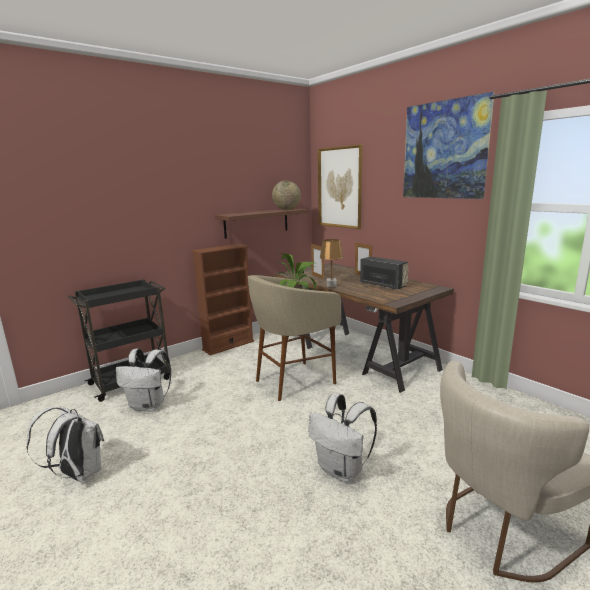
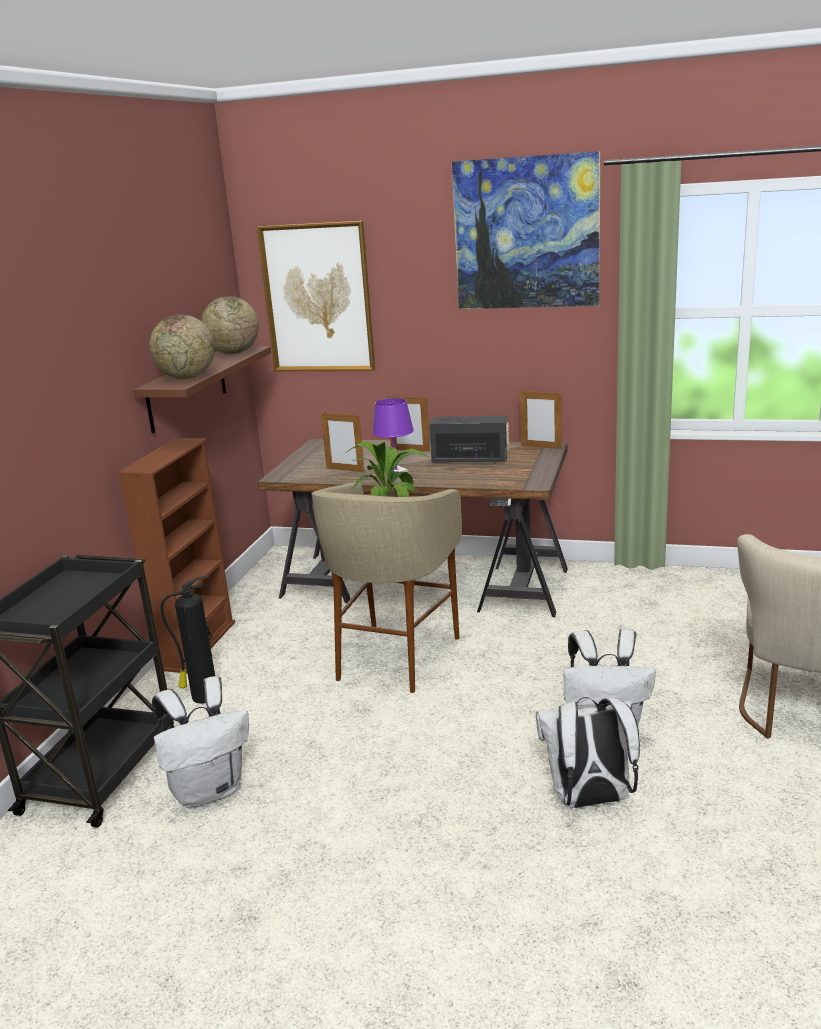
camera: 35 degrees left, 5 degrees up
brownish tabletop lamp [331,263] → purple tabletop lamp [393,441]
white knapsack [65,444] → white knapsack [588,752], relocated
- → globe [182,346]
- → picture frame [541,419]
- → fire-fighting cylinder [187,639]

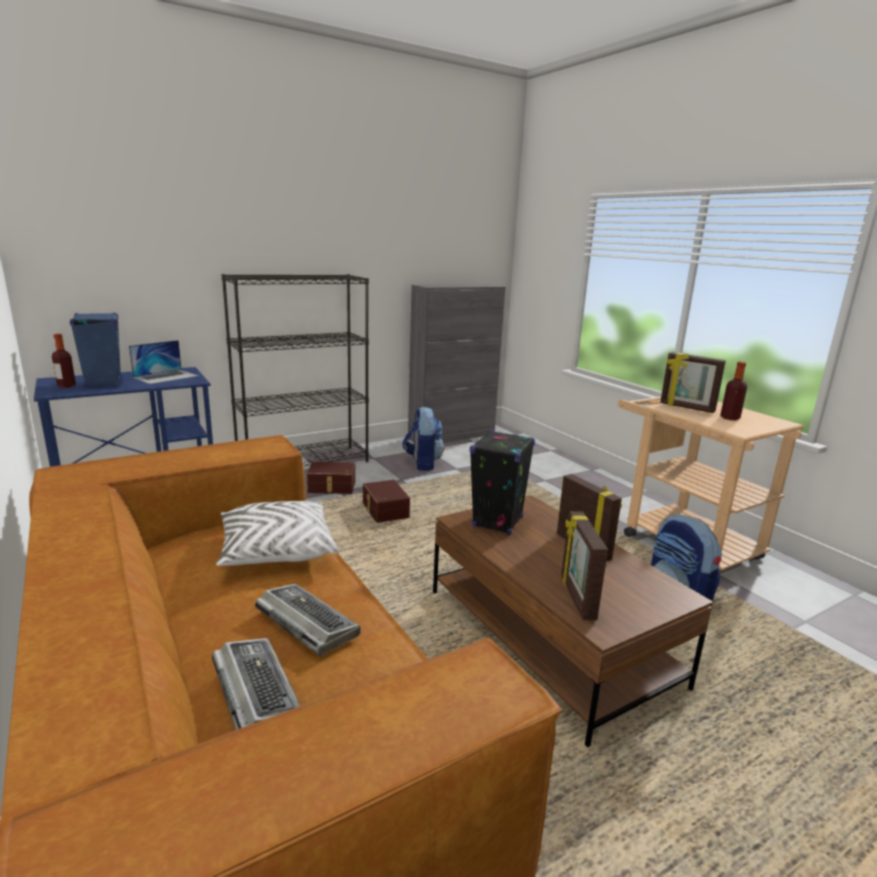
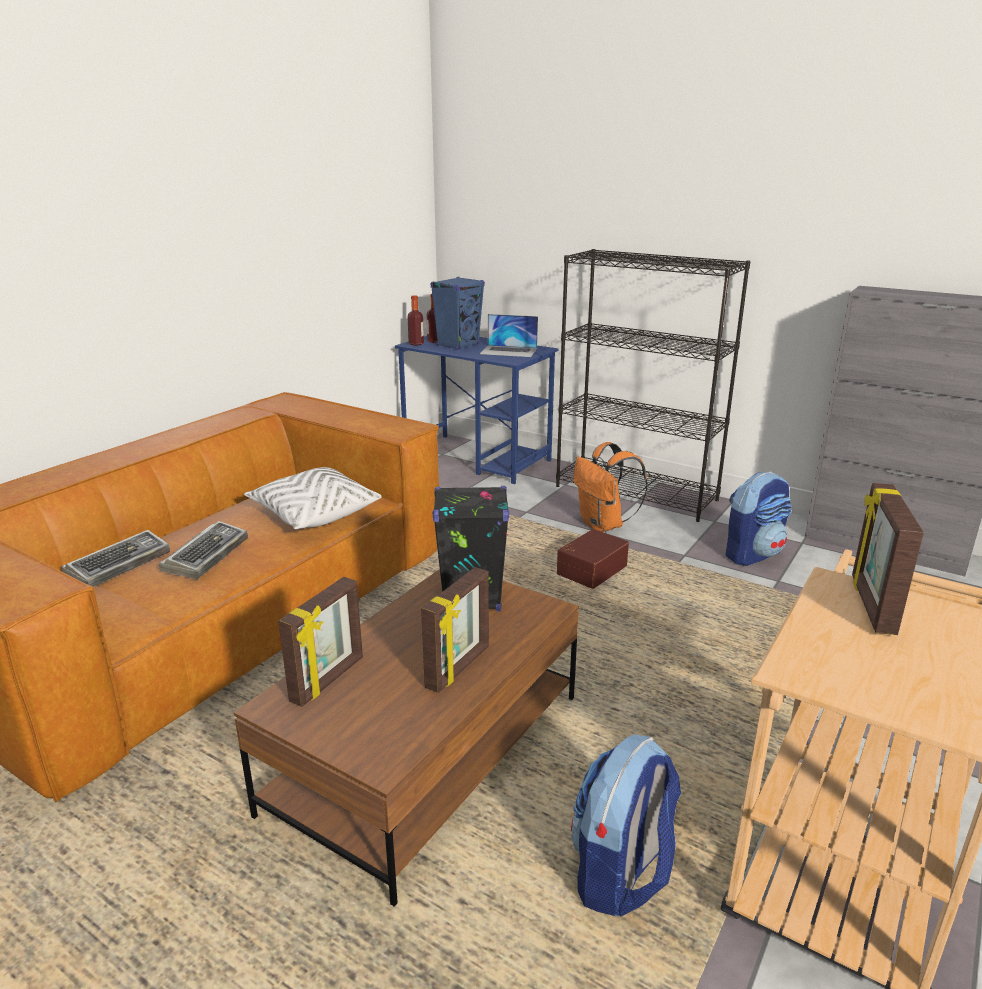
camera: 65 degrees right, 5 degrees up
beverage bottle [733,390] → beverage bottle [415,320], relocated
brownish storage container [331,478] → orange knapsack [610,487]
picture frame [584,565] → picture frame [320,642], 150 degrees clockwise

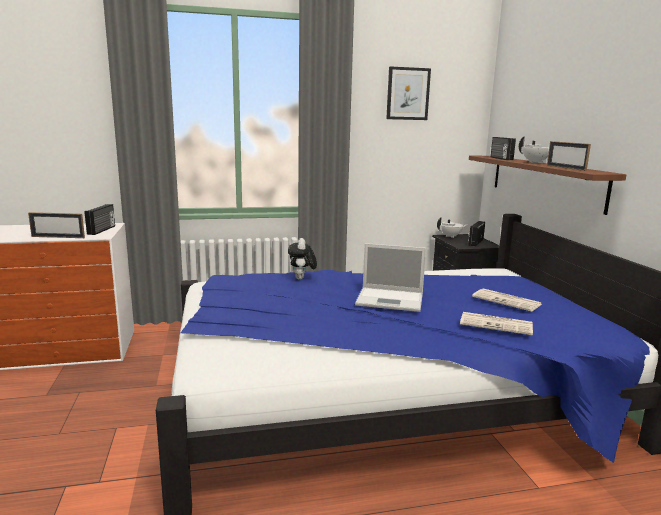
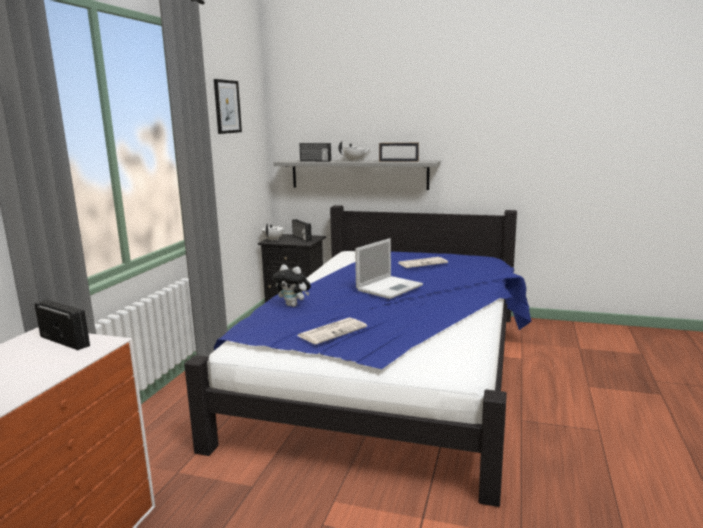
camera: 60 degrees left, 0 degrees up
brownish bracket shelf [547,185] → grey bracket shelf [357,175]
picture frame [56,225] → -
newspaper [496,323] → newspaper [332,330], relocated

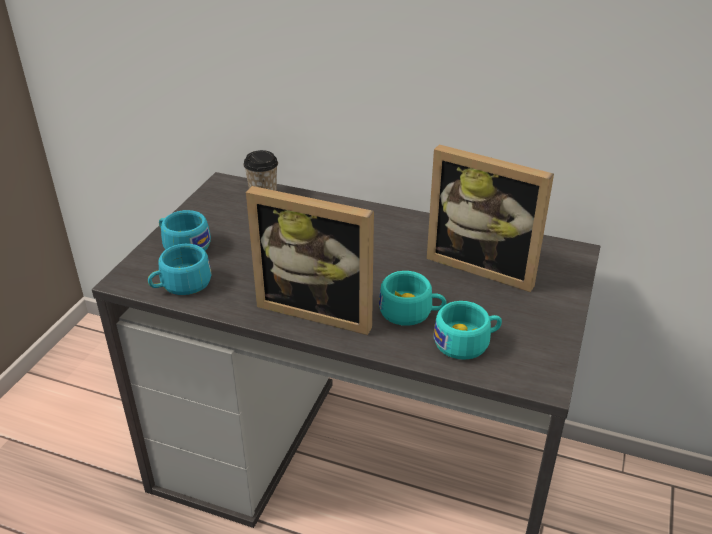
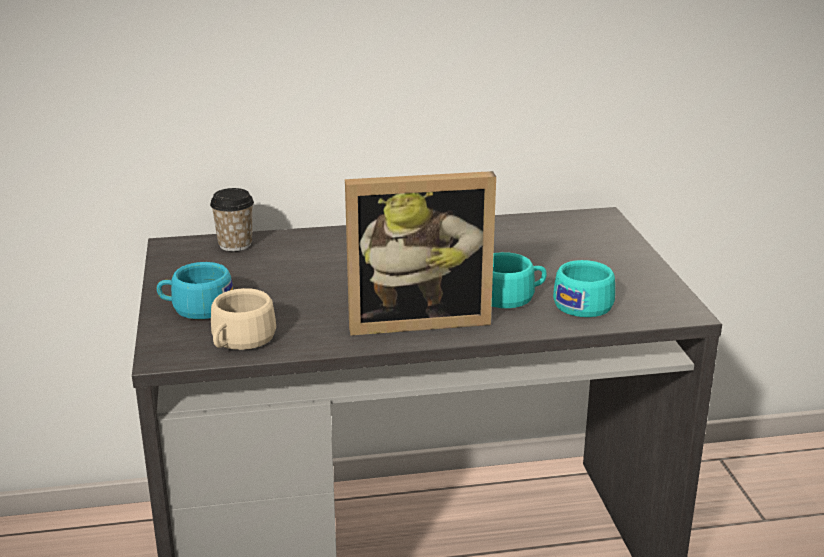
camera: 30 degrees left, 10 degrees down
picture frame [490,218] → -
turquoise cup [180,269] → beige cup [243,319]

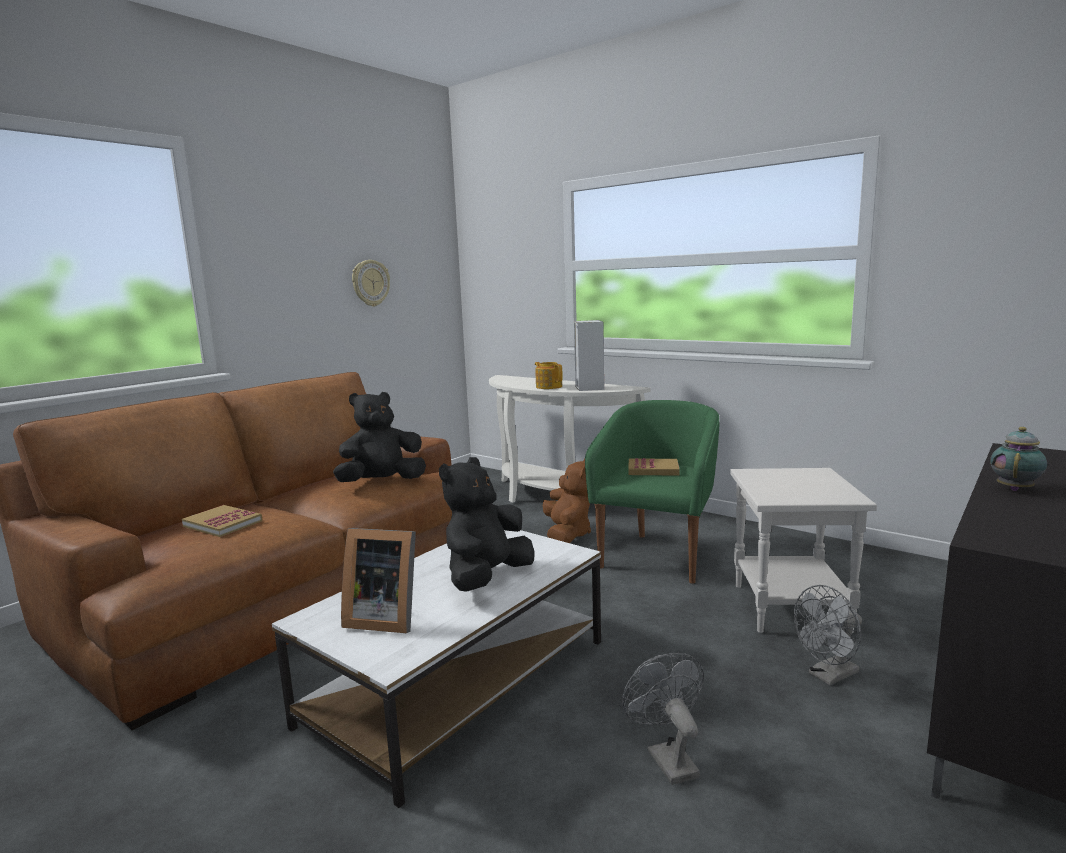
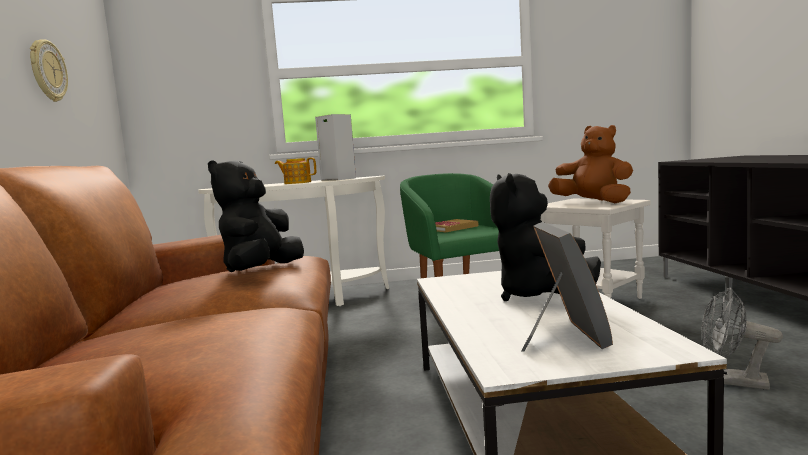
camera: 45 degrees left, 5 degrees down
teapot [1018,459] → -
brownish cuddly toy [567,500] → brownish cuddly toy [590,164], relocated
volume [222,521] → -
picture frame [378,580] → picture frame [567,287], 60 degrees counterclockwise
grey electric fan [828,635] → -

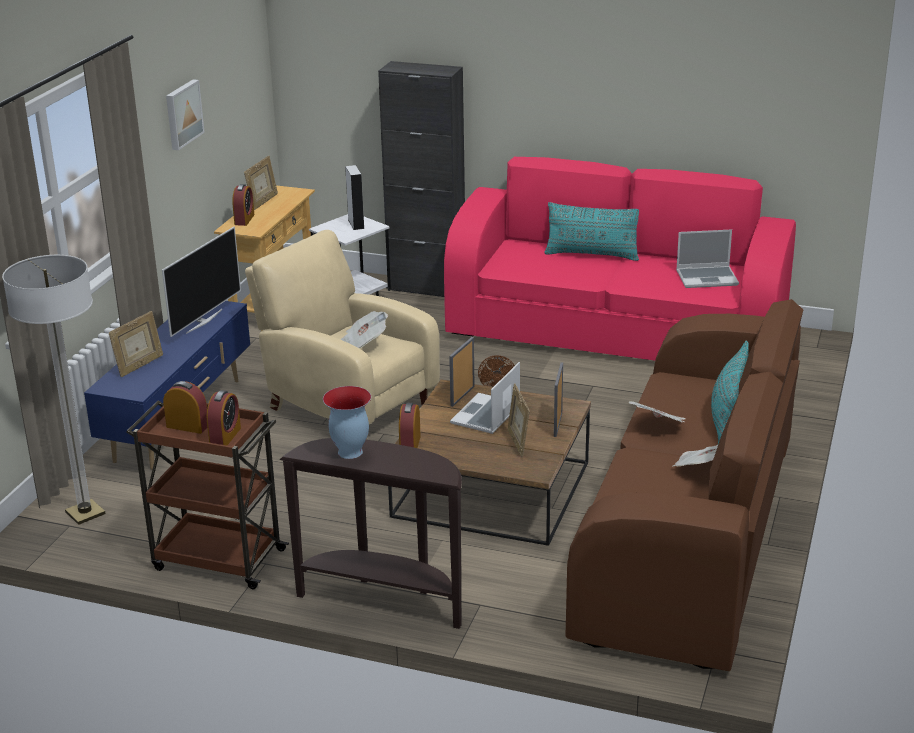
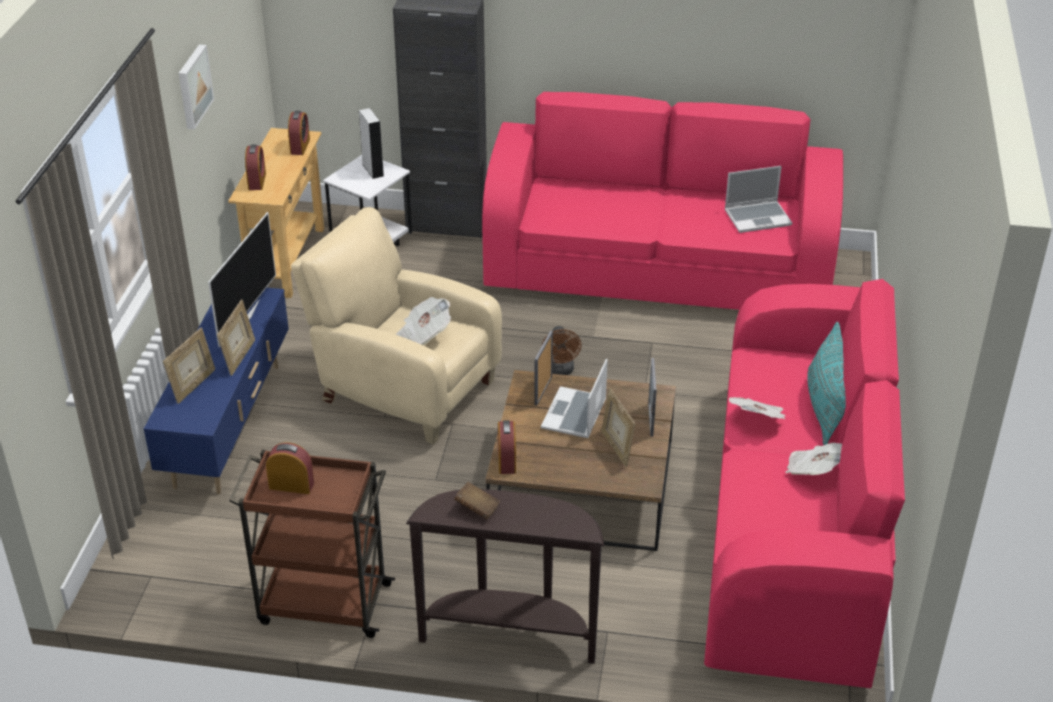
camera: 10 degrees left, 10 degrees up
picture frame [261,183] → picture frame [236,337], relocated
turquoise cushion [591,231] → -
standard lamp [53,390] → -
brownish sofa [684,485] → pink-coloured sofa [804,483]
decorative vase [347,422] → brownish volume [477,501]
bedside clock [224,418] → bedside clock [299,133], relocated

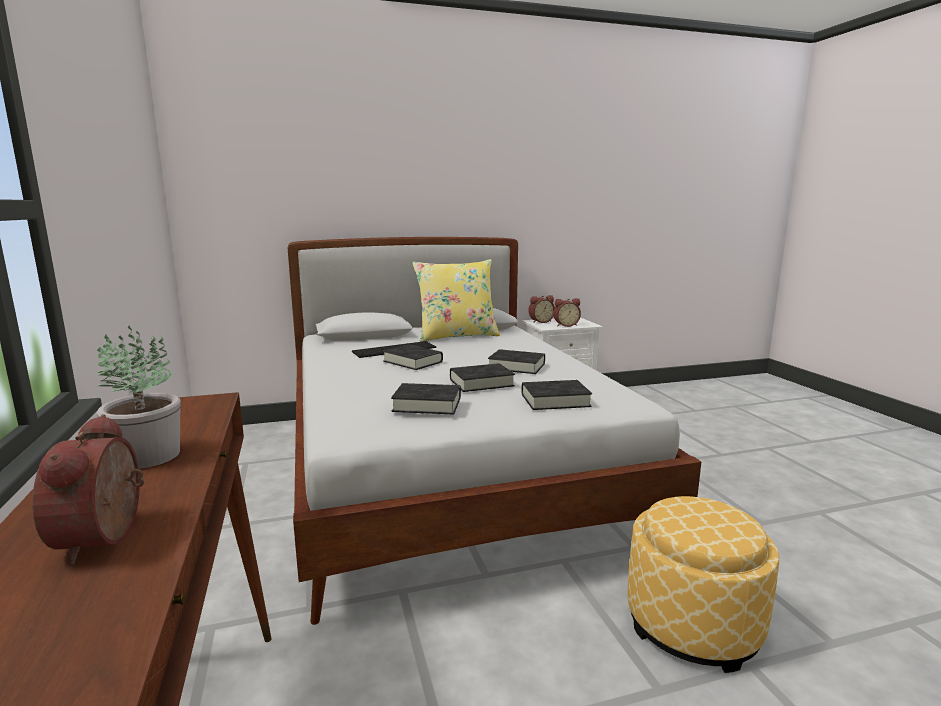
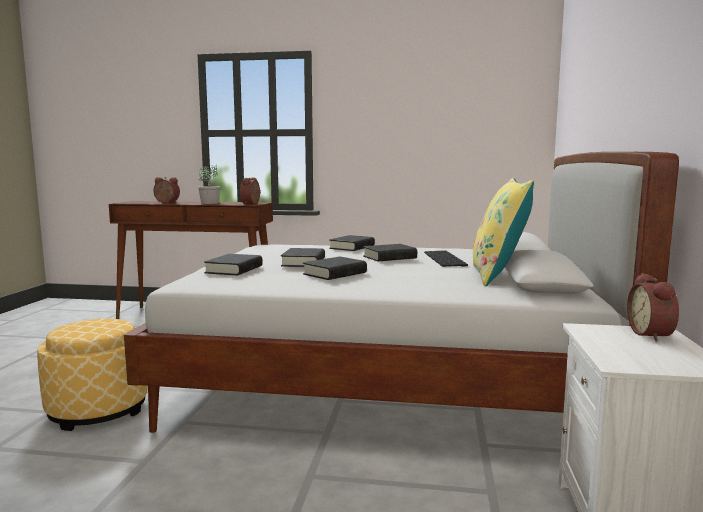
camera: 115 degrees right, 5 degrees down
bedside clock [567,312] → bedside clock [250,191], relocated
black-coloured volume [426,399] → black-coloured volume [352,243], relocated

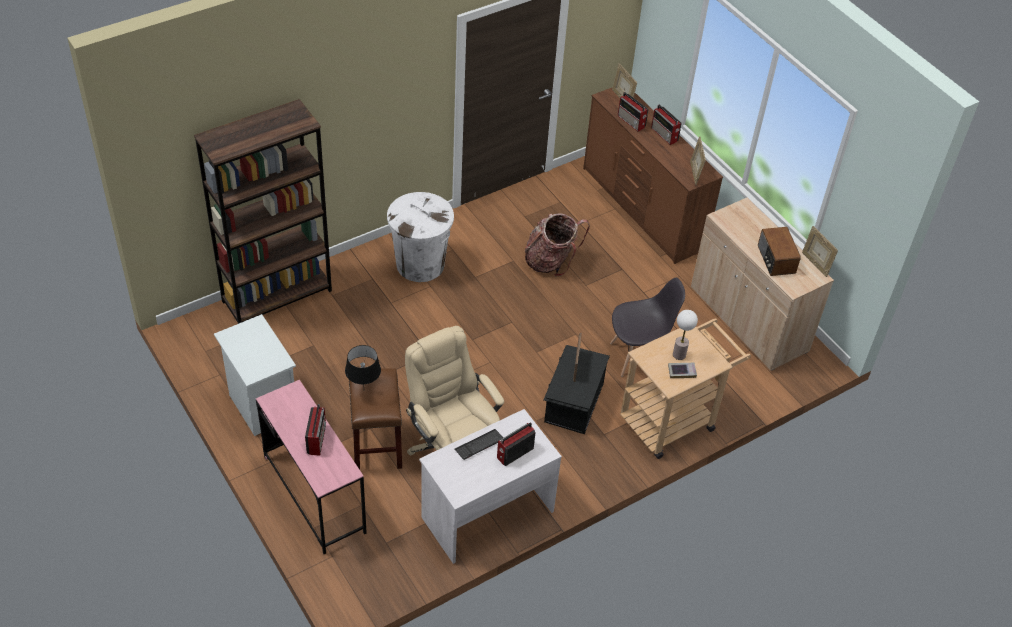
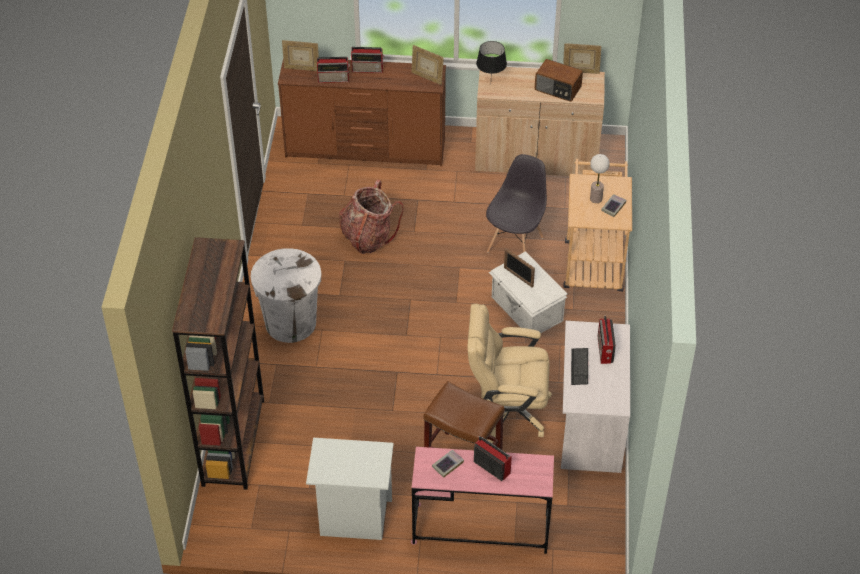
camera: 50 degrees left, 0 degrees up
black-coloured tabletop lamp [363,365] → black-coloured tabletop lamp [491,57], relocated
black-coloured storage container [577,389] → white storage container [528,292]
- → volume [448,464]

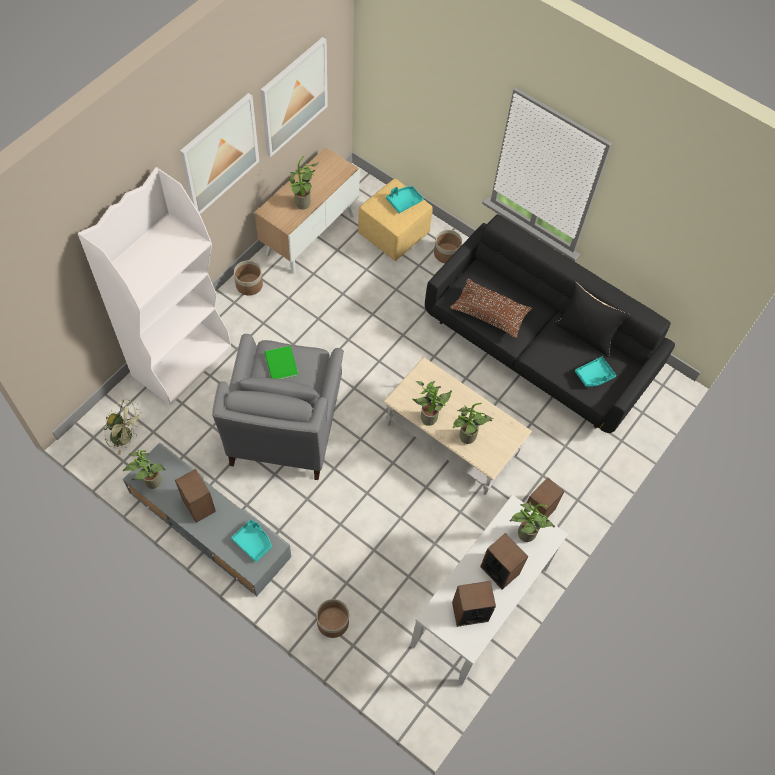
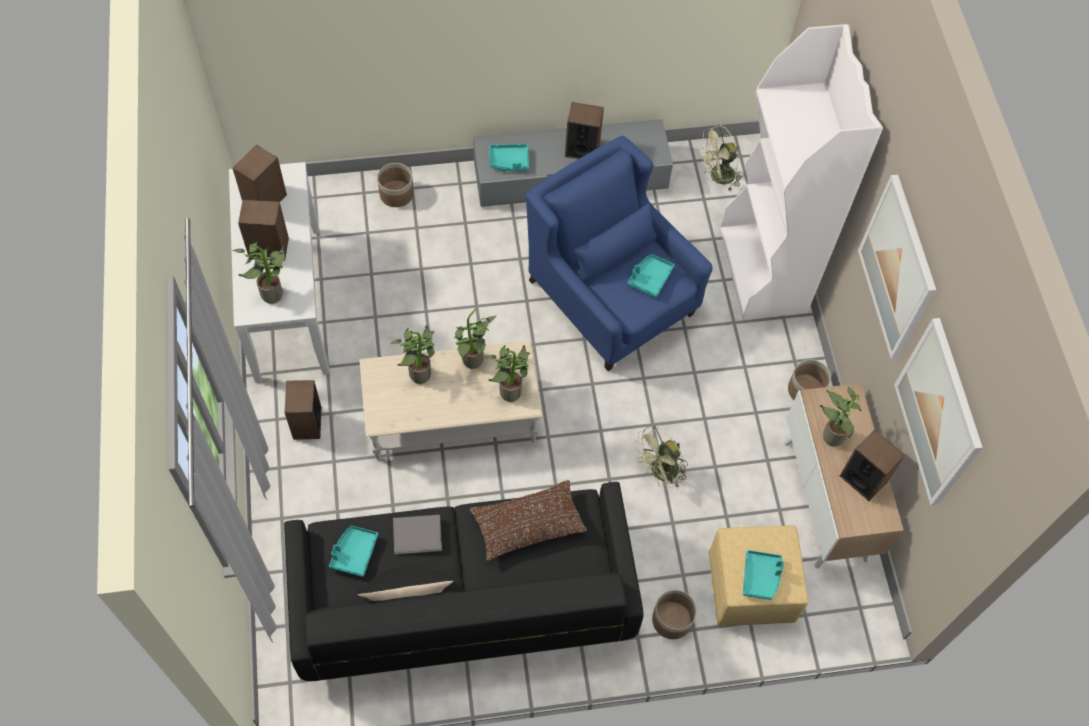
camera: 135 degrees right, 0 degrees up
grey easy chair [278,407] → bluish easy chair [619,253]
green-coloured volume [281,363] → turquoise tray [650,276]
houseplant [144,469] → houseplant [507,373], relocated
- → green-coloured electric fan [661,457]
- → audio speaker [872,465]
- → grey volume [417,534]

